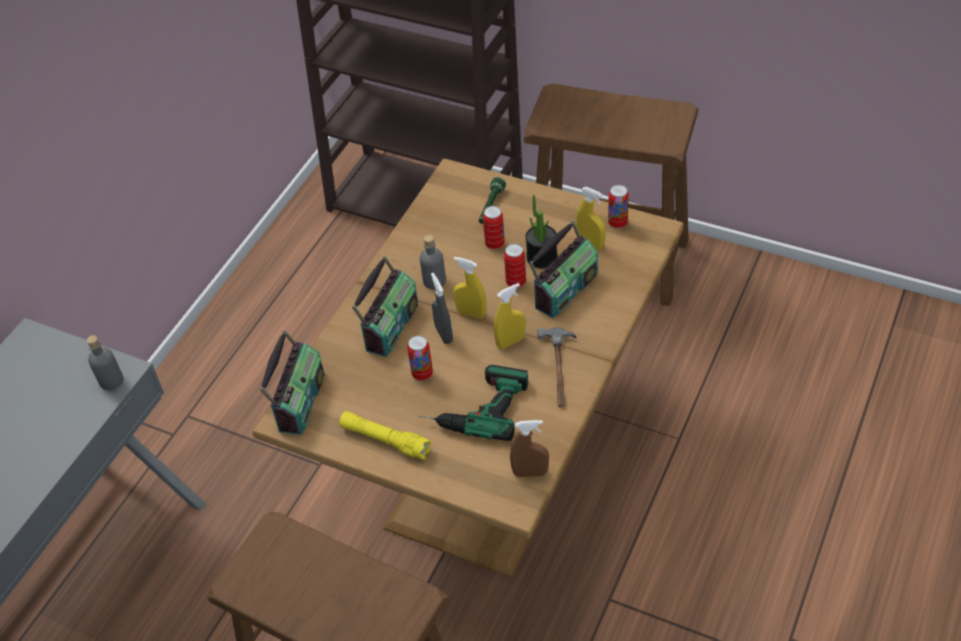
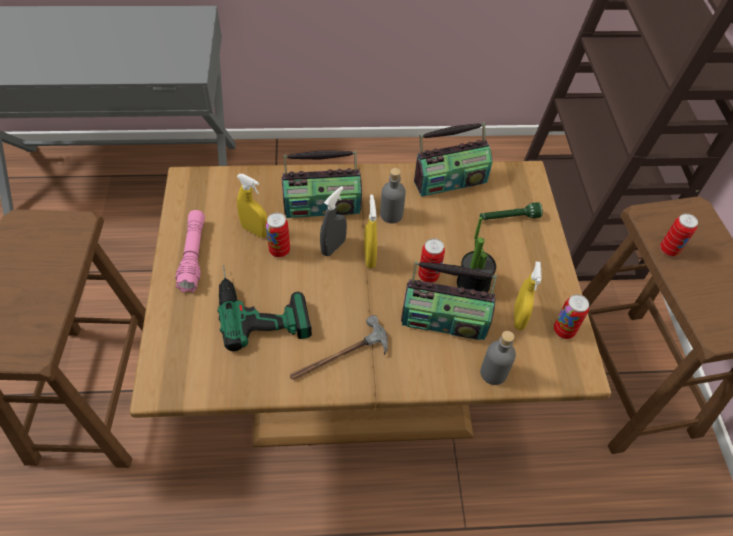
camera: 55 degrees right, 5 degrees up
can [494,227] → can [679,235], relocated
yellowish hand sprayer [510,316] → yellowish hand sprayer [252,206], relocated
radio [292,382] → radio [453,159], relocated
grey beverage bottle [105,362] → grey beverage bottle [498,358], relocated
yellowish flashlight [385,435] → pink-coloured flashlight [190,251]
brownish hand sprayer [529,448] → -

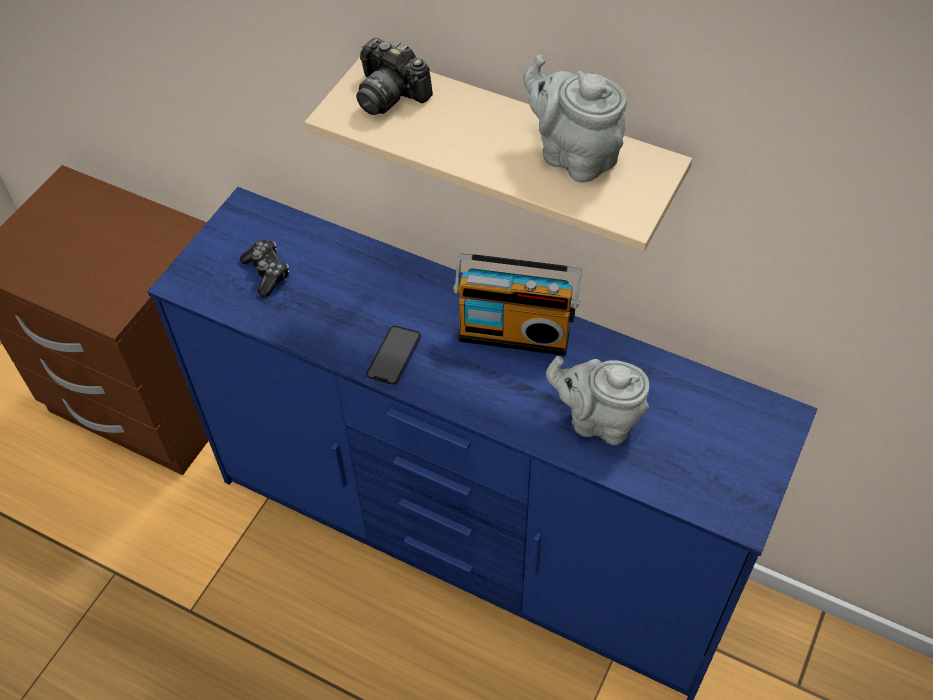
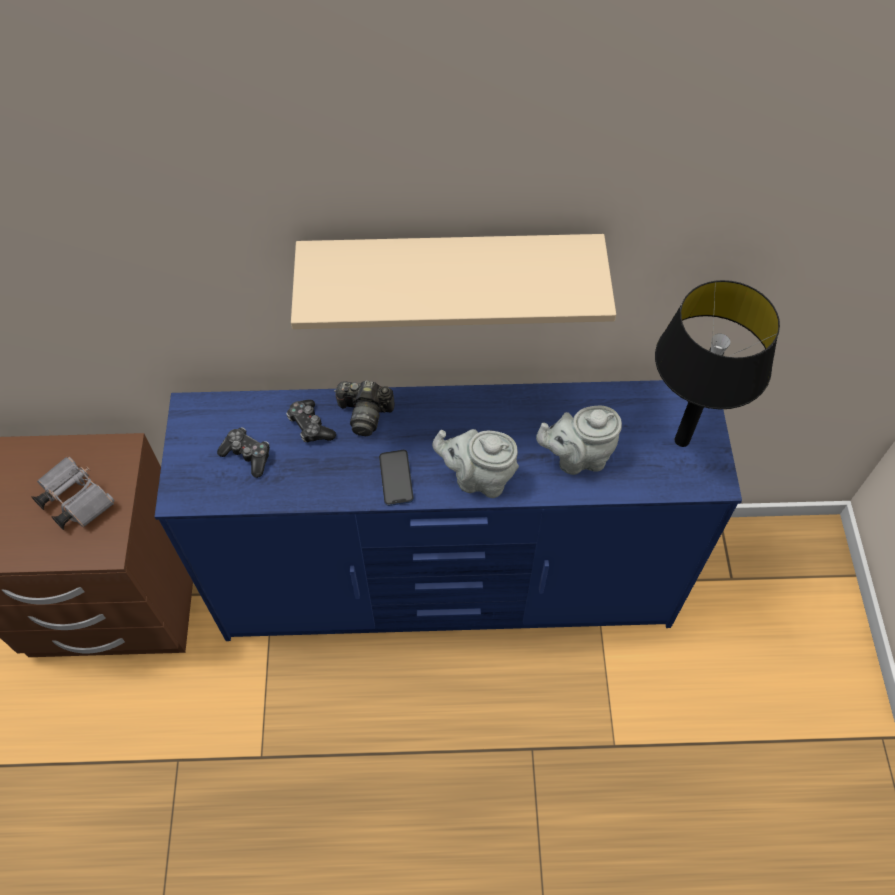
camera: 30 degrees left, 5 degrees up
photo camera [394,76] → photo camera [364,408], relocated
grey teapot [575,118] → grey teapot [475,463], relocated
radio [517,304] → -
- → black-coloured tabletop lamp [717,363]
- → gamepad [311,421]
- → grey field glasses [73,493]

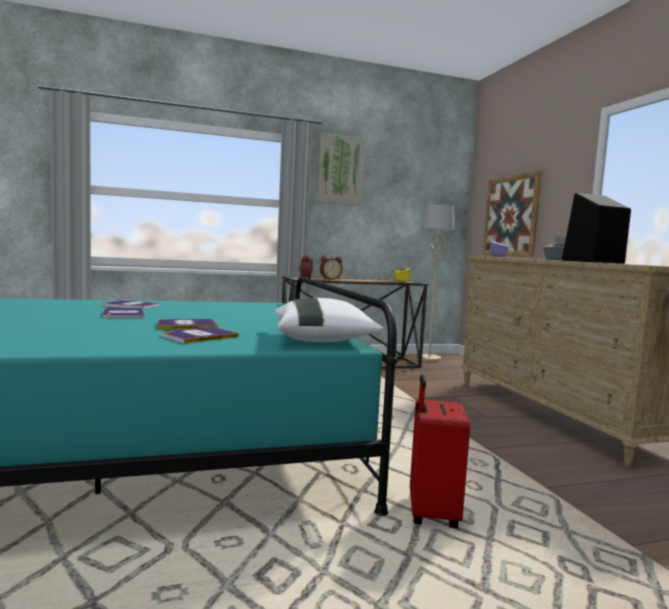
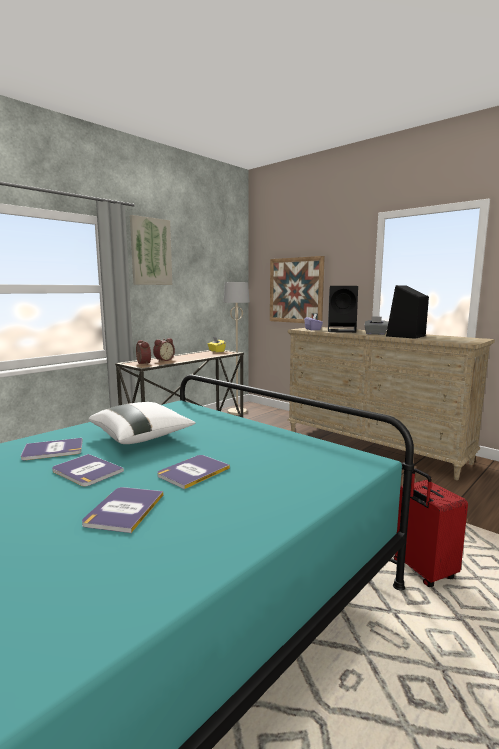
camera: 30 degrees left, 5 degrees up
white cushion [329,320] → white cushion [142,423], relocated
volume [200,335] → volume [122,510], relocated
- → black-coloured audio speaker [343,309]

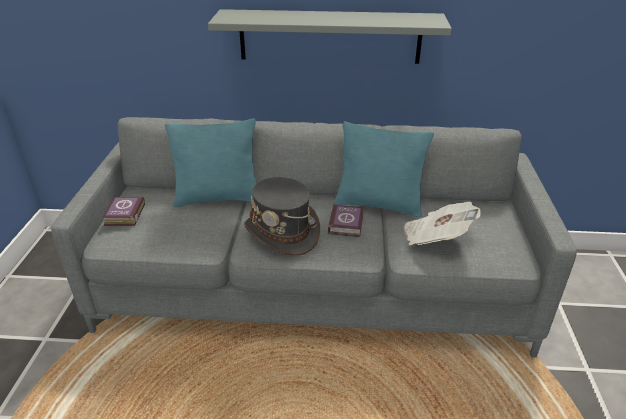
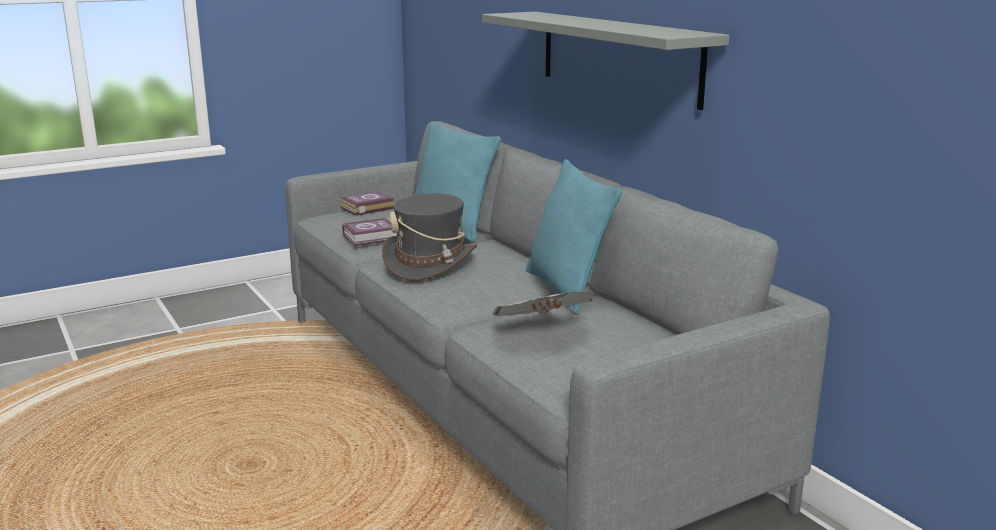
camera: 55 degrees right, 15 degrees down
volume [346,220] → volume [369,232], relocated

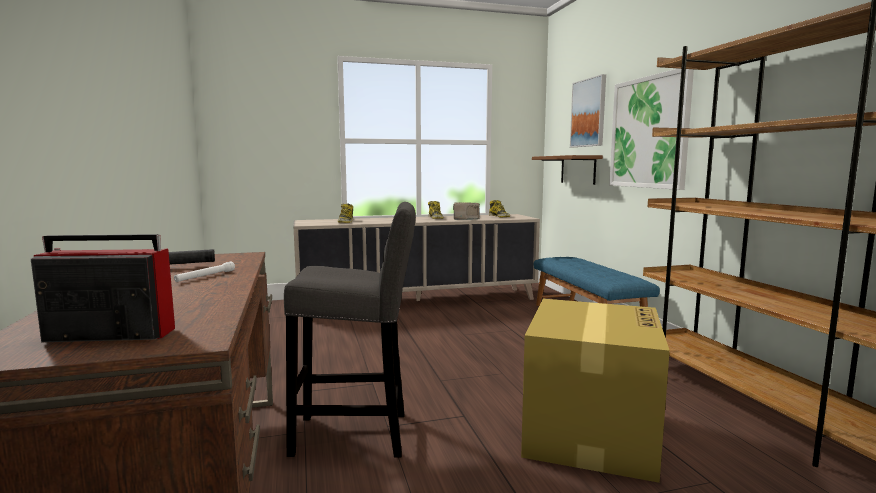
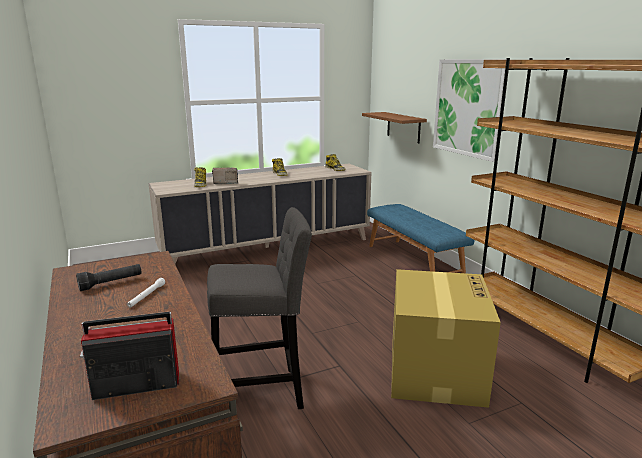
camera: 10 degrees left, 10 degrees up
wall art [588,110] → -
radio [466,211] → radio [225,176], relocated

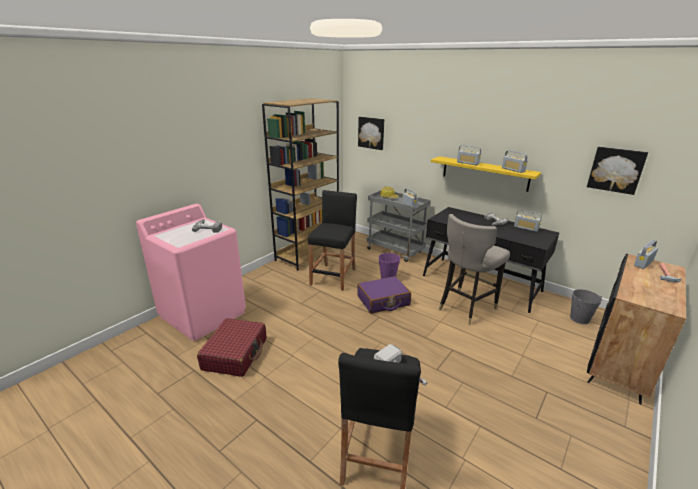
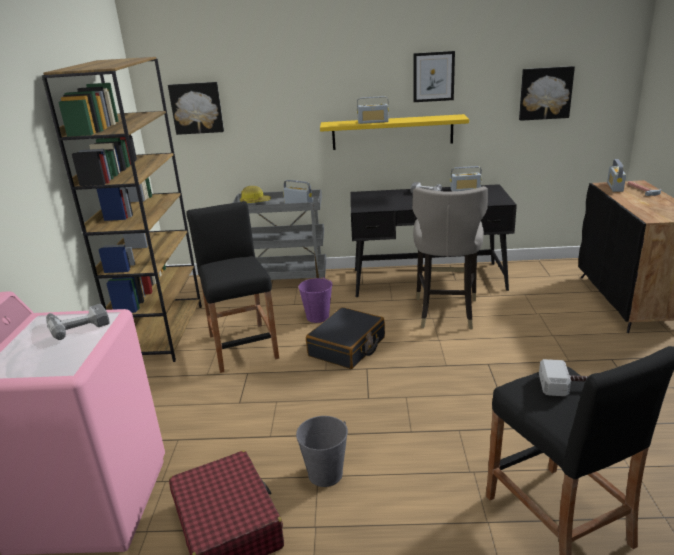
camera: 35 degrees left, 0 degrees up
radio [515,161] → -
purple piece of luggage [384,294] → black-coloured piece of luggage [345,338]
grey water bucket [586,306] → grey water bucket [322,451], relocated
- → wall art [434,76]

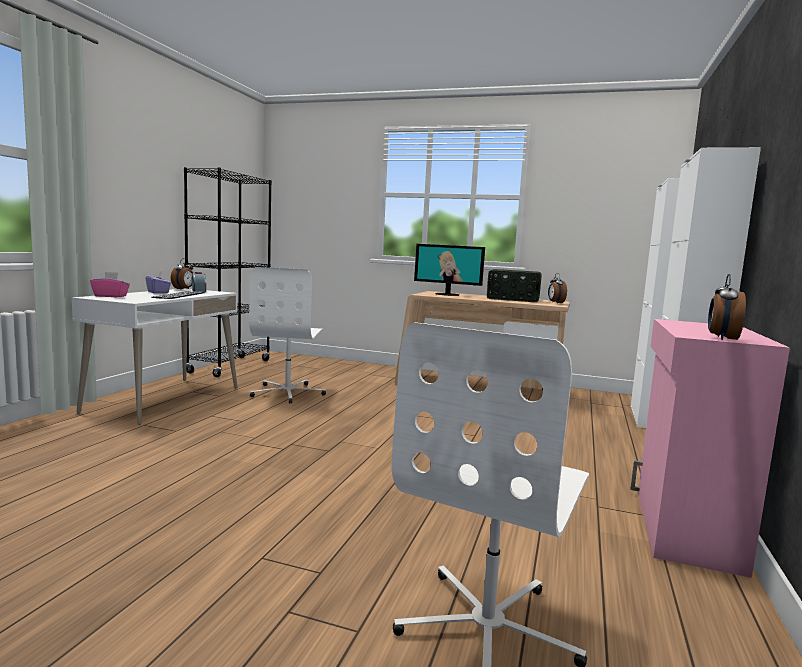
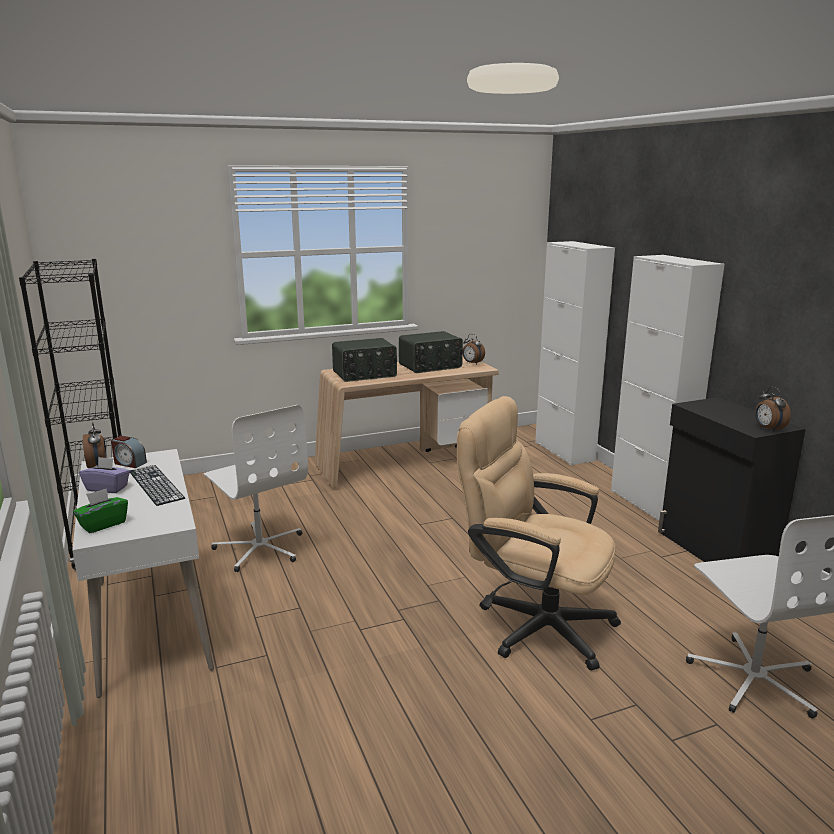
camera: 40 degrees left, 10 degrees up
computer screen [449,270] → radio [364,360]
pink-coloured tissue holder [110,284] → green-coloured tissue holder [100,511]
pink-coloured cabinet [710,448] → black-coloured cabinet [732,479]
- → beige computer chair [539,533]

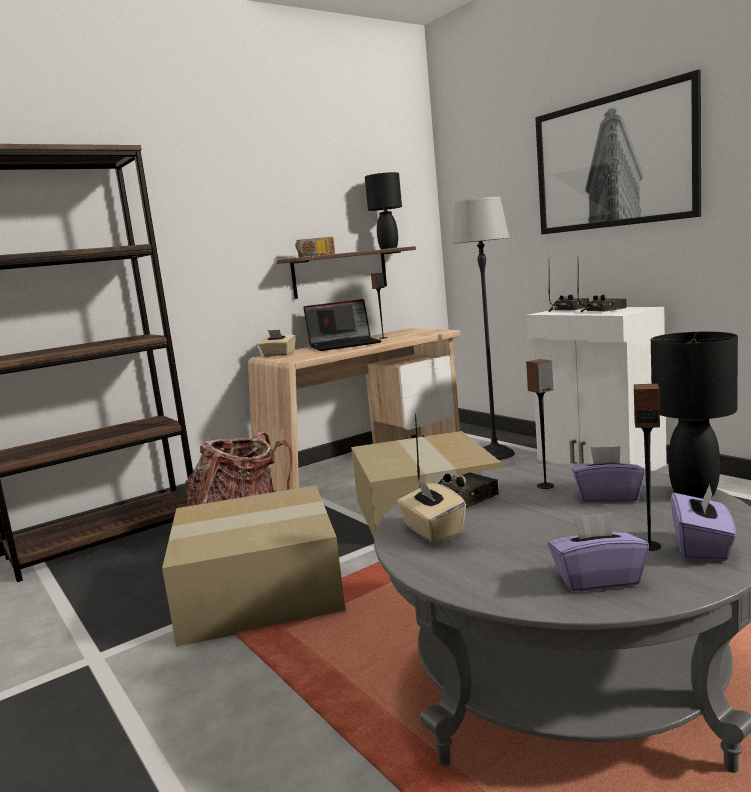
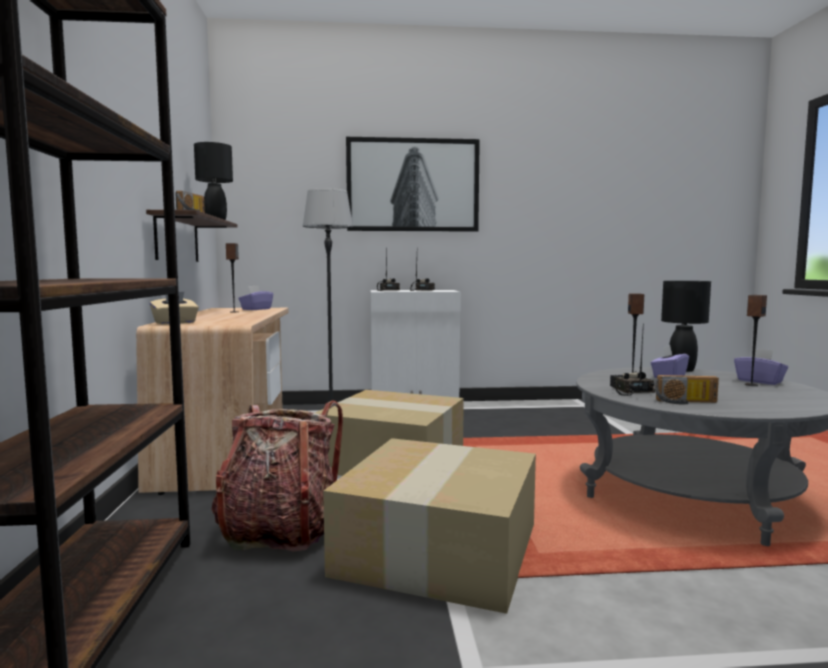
camera: 60 degrees left, 5 degrees down
laptop [342,325] → -
beige tissue holder [431,511] → radio [686,389]
purple tissue holder [598,552] → purple tissue holder [255,297], relocated

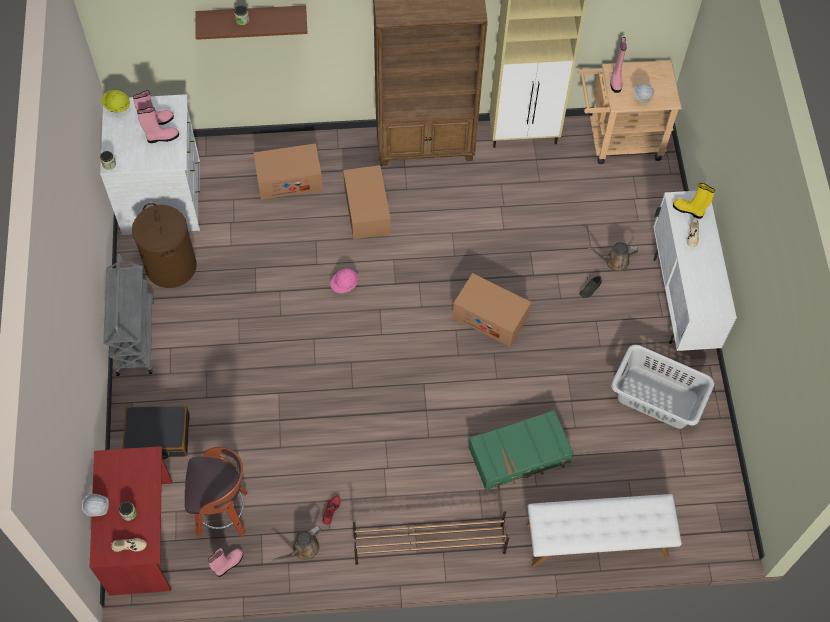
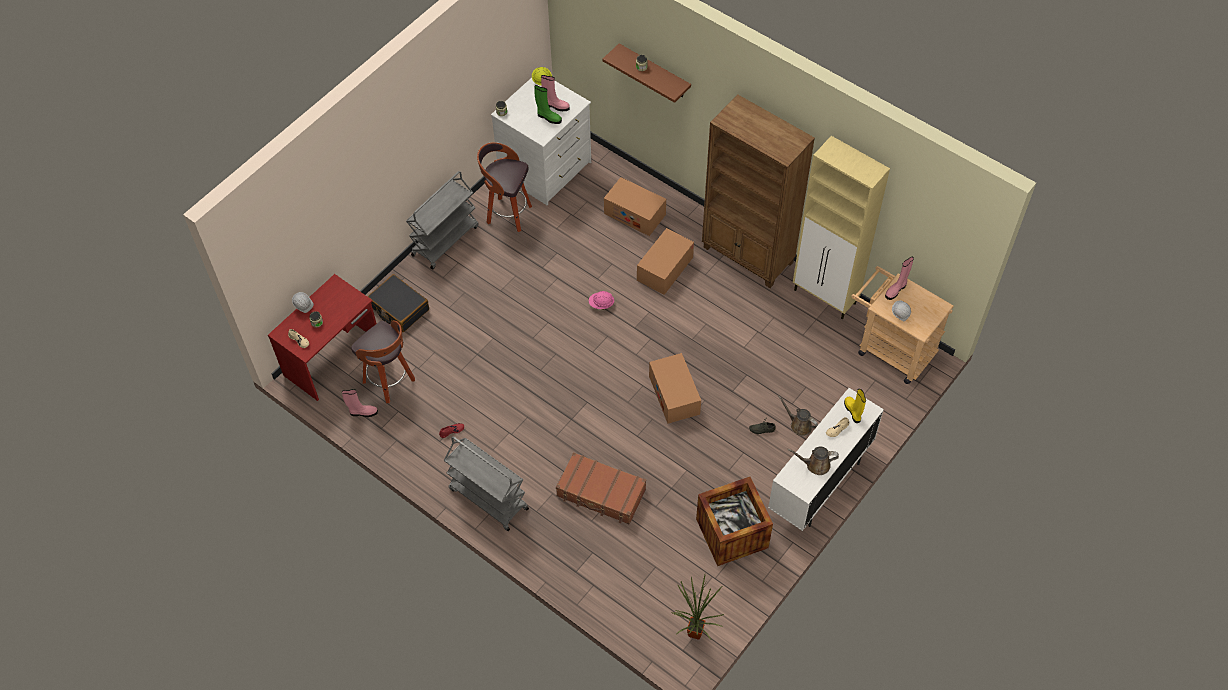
camera: 45 degrees right, 5 degrees down
pink-coloured high-top boot [158,125] → green-coloured high-top boot [548,104]
brownish hamper [164,245] → stool seat [504,187]
grey hamper [662,387] → packing crate [734,521]
green-coloured piece of luggage [521,450] → brownish piece of luggage [601,488]
white bench [604,530] → -
brownish shoe stand [431,538] → grey cart [486,483]
brownish watering can [297,544] → brownish watering can [813,461], relocated
- → houseplant [697,607]

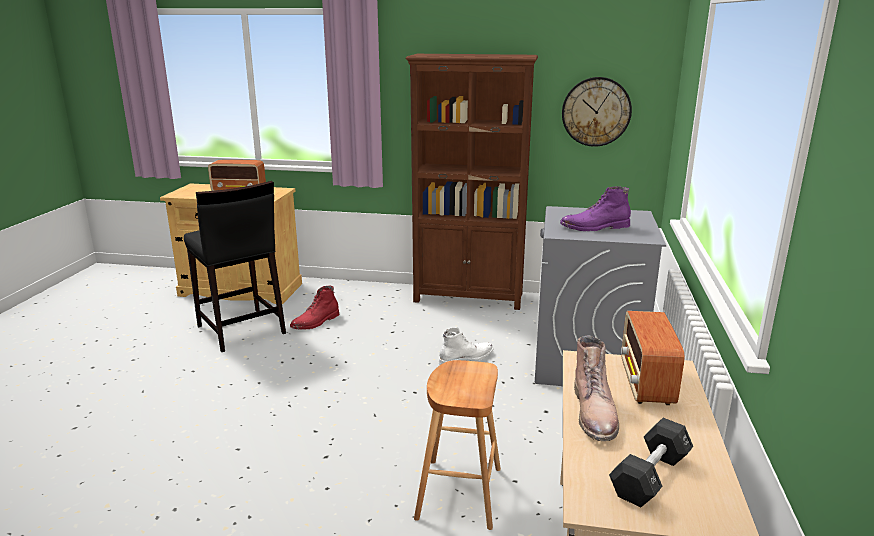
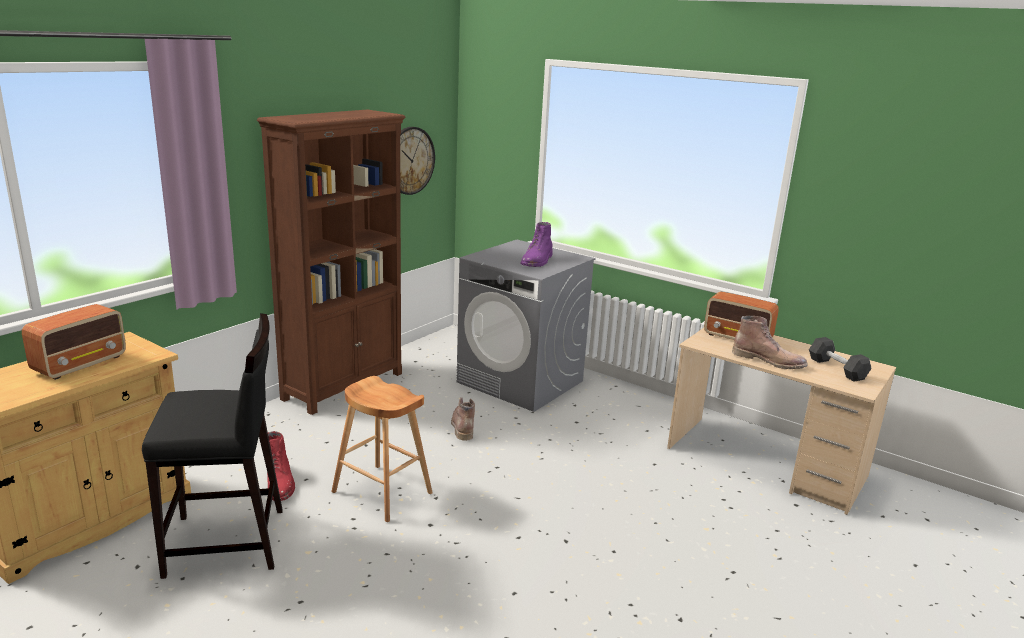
camera: 65 degrees left, 0 degrees up
white high-top boot [466,346] → brownish high-top boot [463,419]
brownish stool seat [457,445] → brownish stool seat [382,449], relocated

